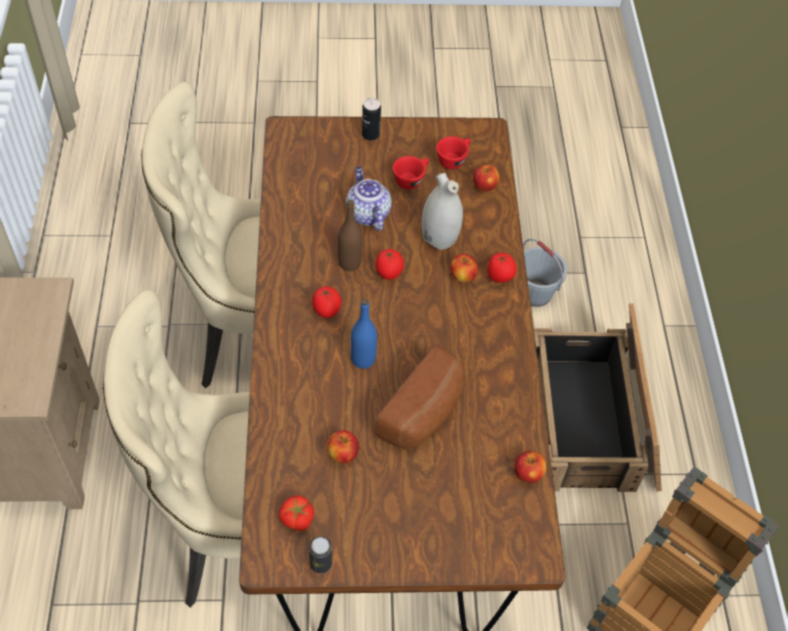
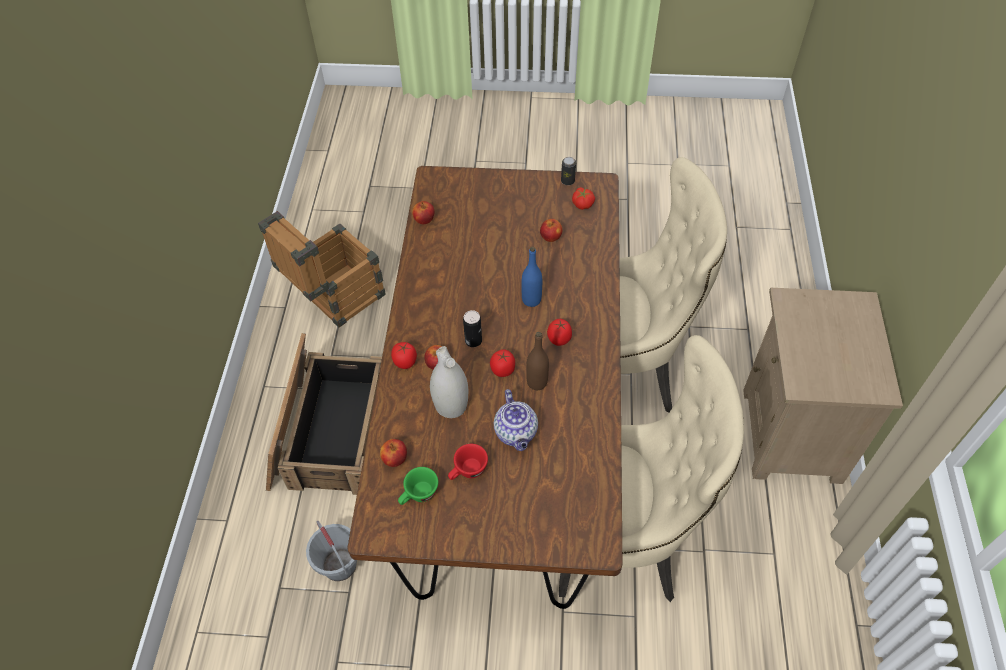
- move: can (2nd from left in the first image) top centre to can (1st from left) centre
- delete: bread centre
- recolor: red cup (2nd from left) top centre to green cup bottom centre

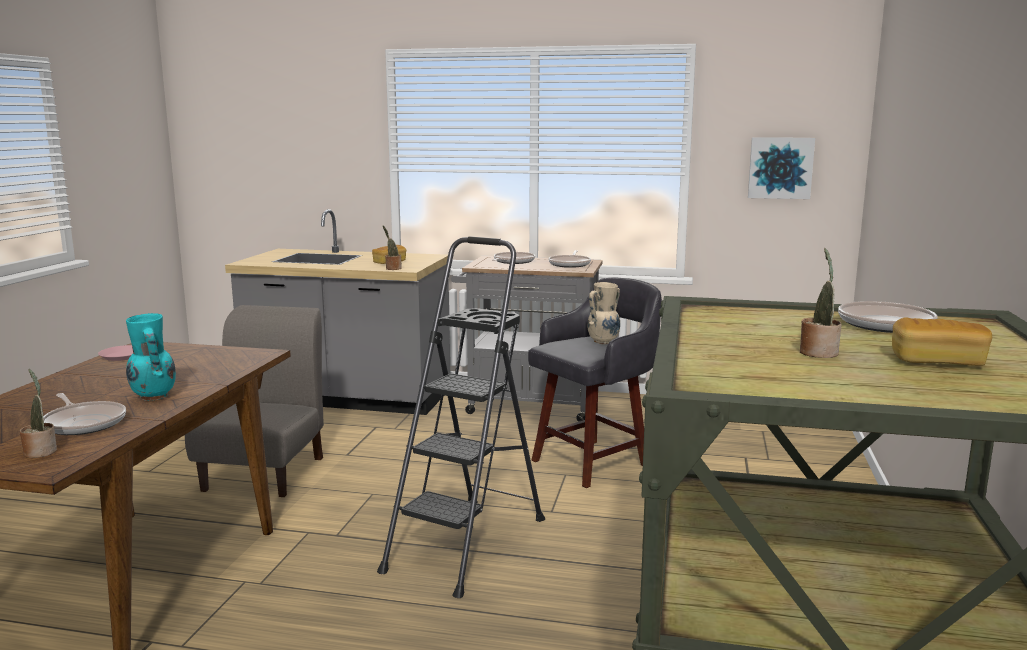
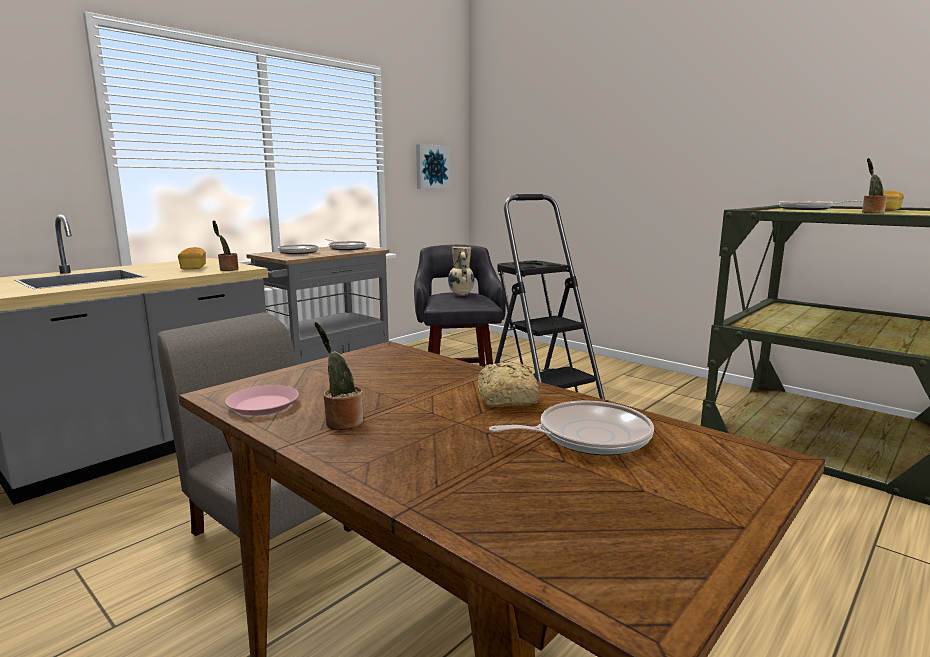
- move: potted plant (1st from left in the first image) middle left to potted plant (2nd from left) centre
- replace: turquoise vase middle left to bread (2nd from left) centre

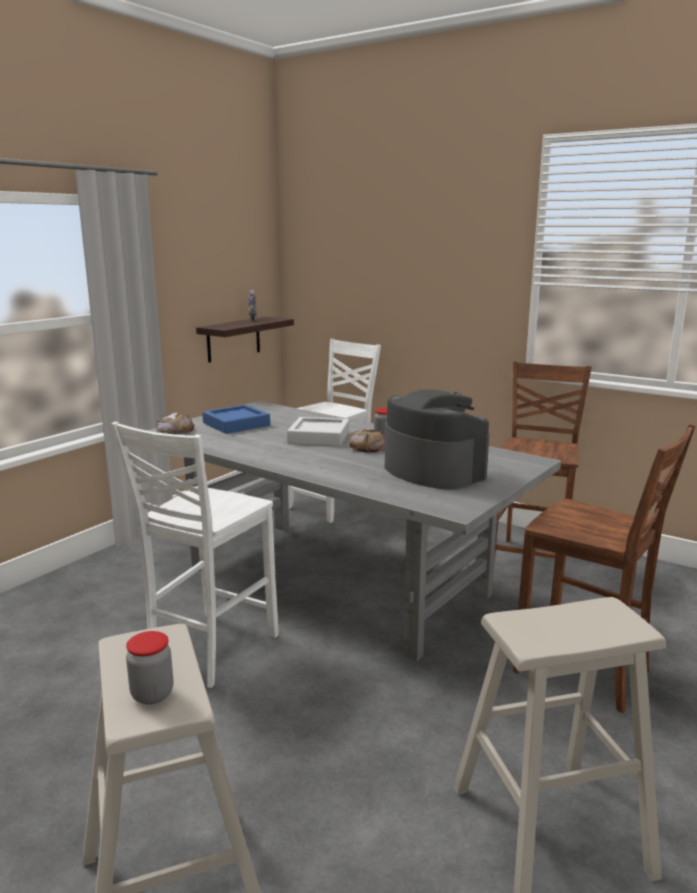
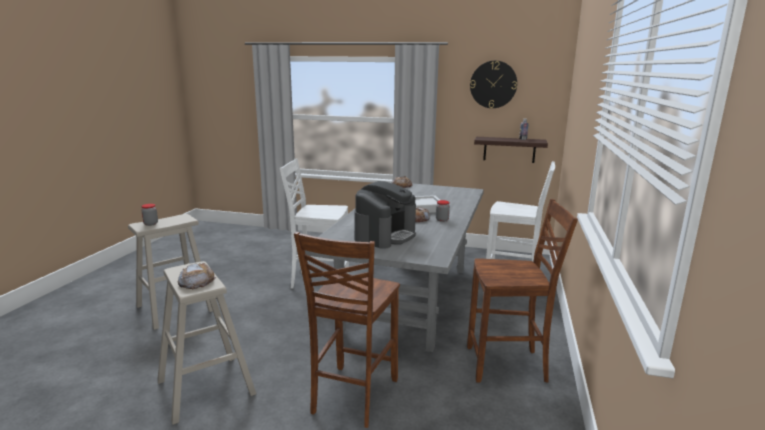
- delete: blue tray centre
- insert: bread (1st from left) middle left
- insert: wall clock top centre

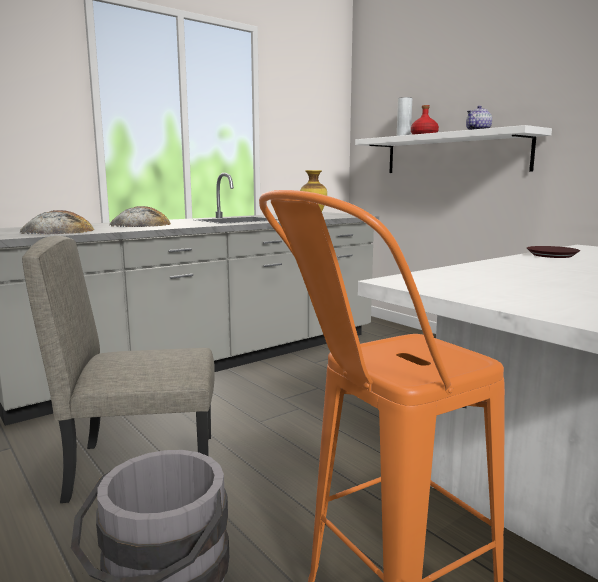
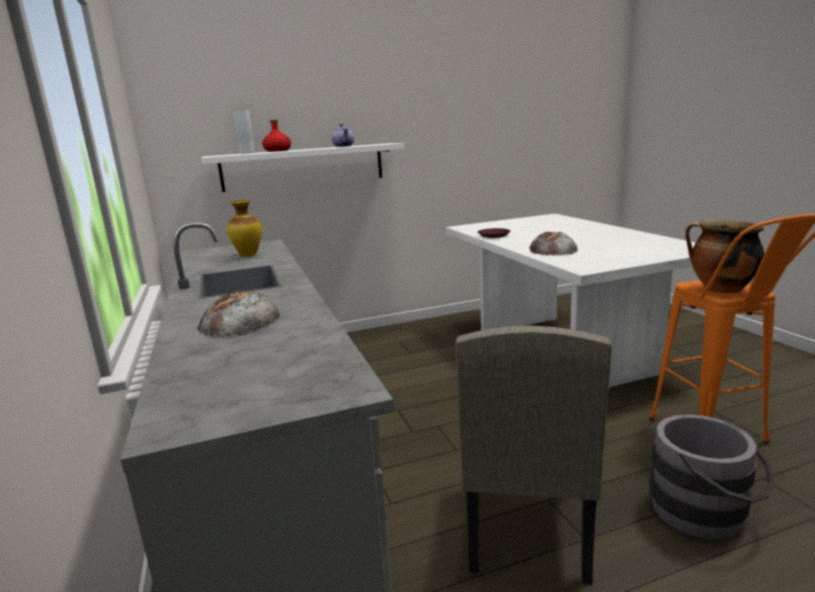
- move: bread (1st from left in the first image) middle left to bread (2nd from left) middle right
- insert: cooking pot middle right

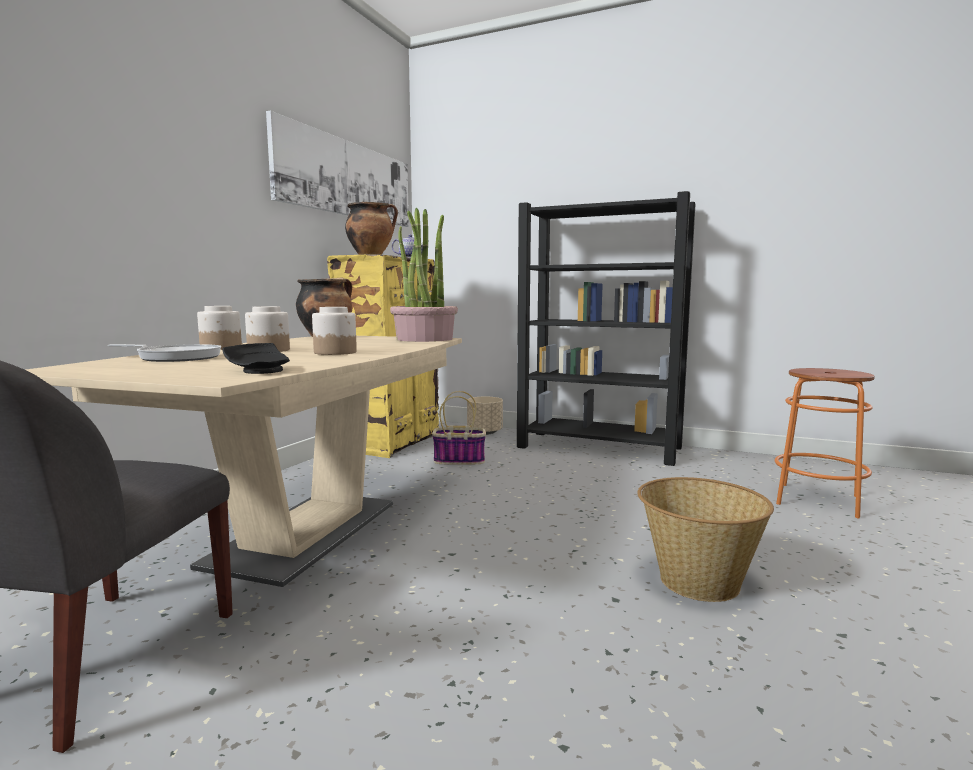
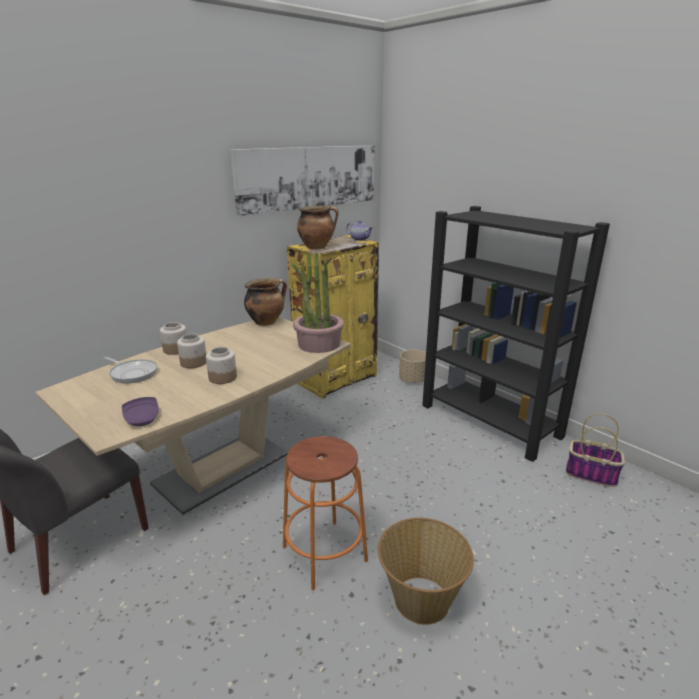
- recolor: black plate middle left to purple plate middle left
- move: basket (1st from left in the first image) centre to basket (2nd from left) middle right
- move: orange stool middle right to bottom centre

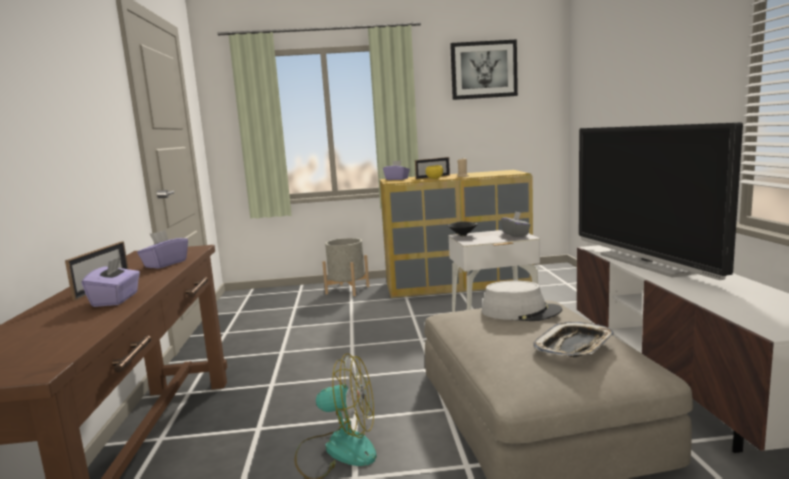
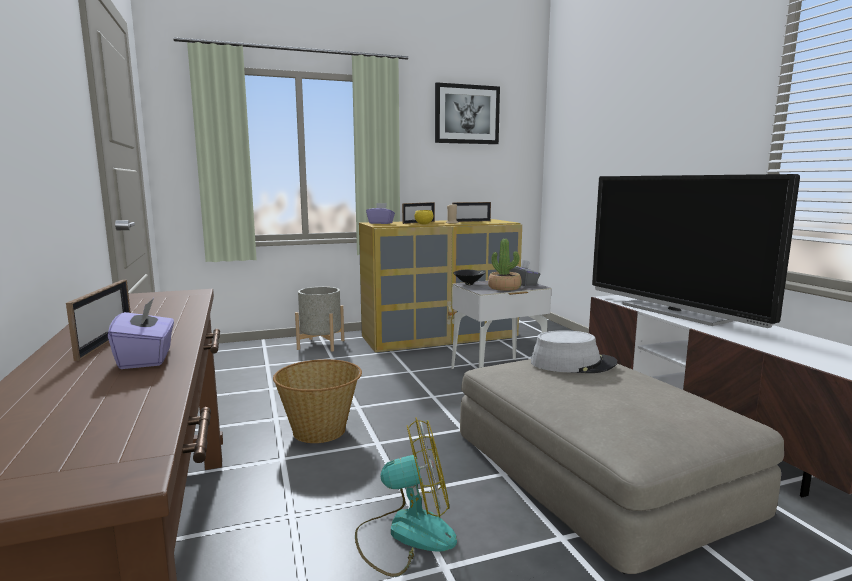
- delete: purple tissue box (2nd from left) middle left
- delete: tray bottom right
- insert: basket bottom centre
- insert: picture frame (3rd from left) centre
- insert: potted plant centre

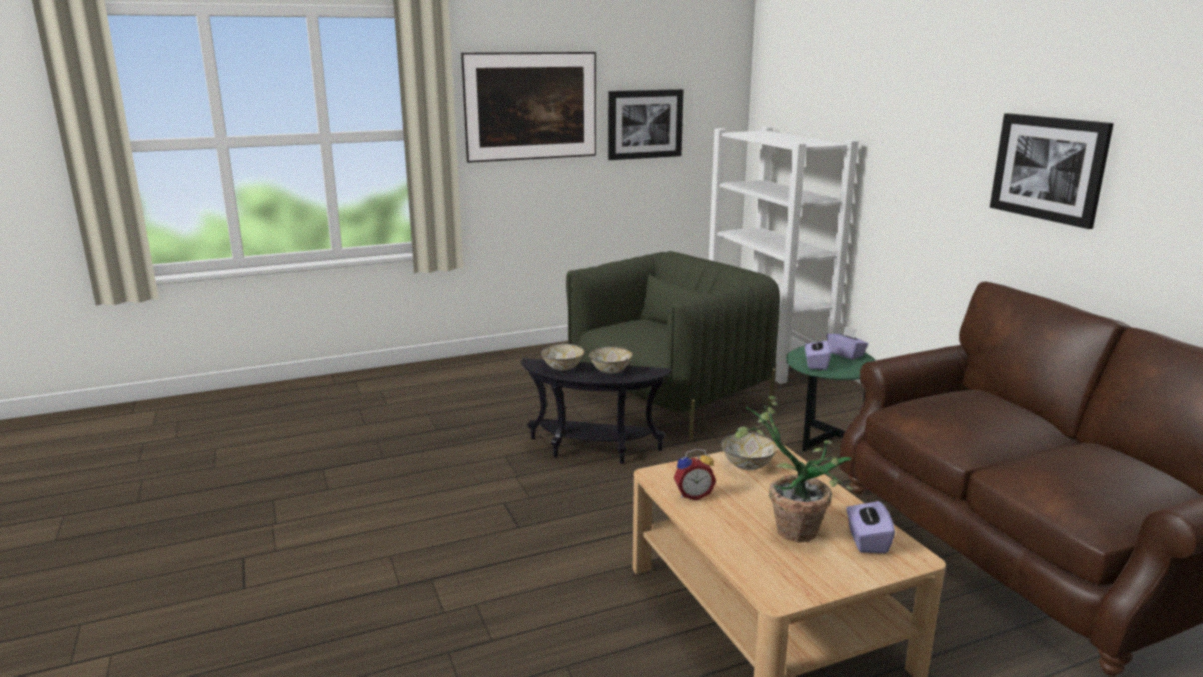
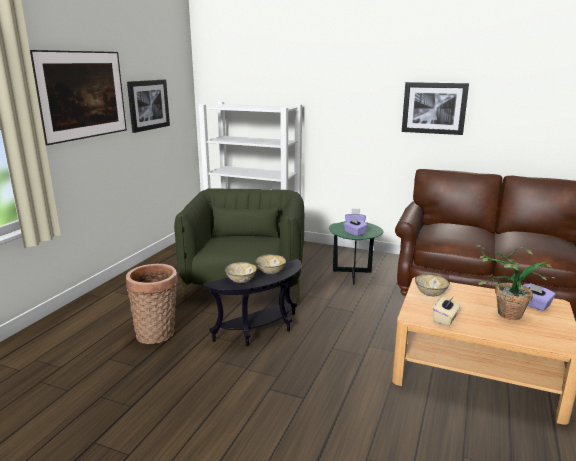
- replace: alarm clock bottom centre to beige tissue box bottom right
- insert: basket middle left

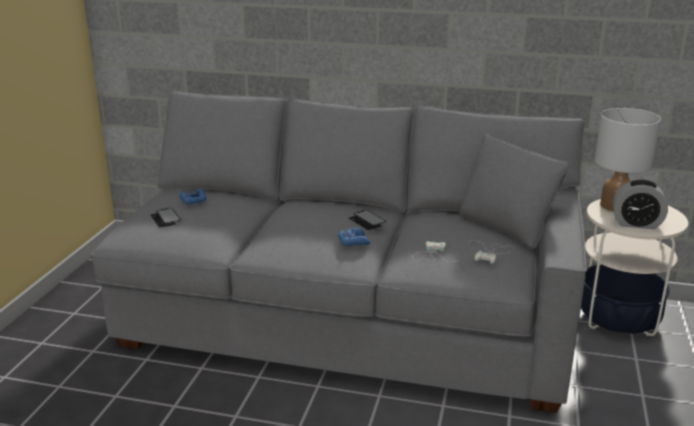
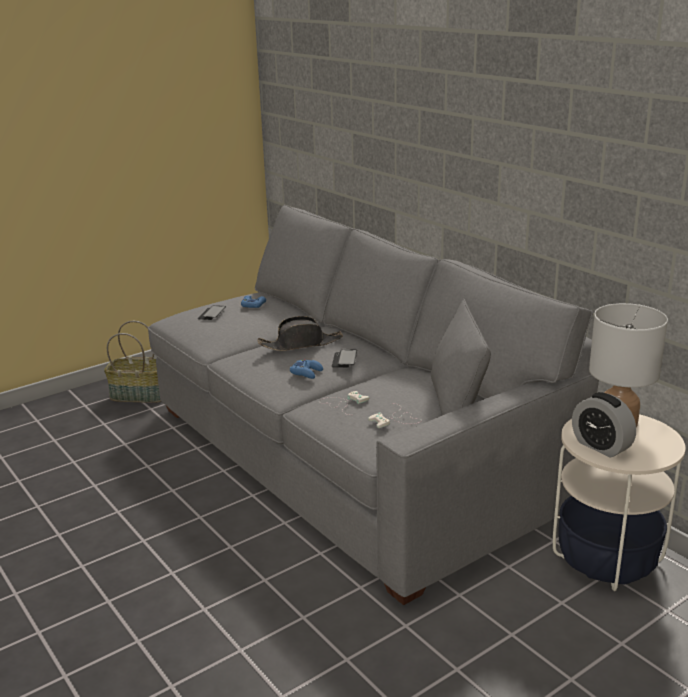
- insert: basket middle left
- insert: black hat centre

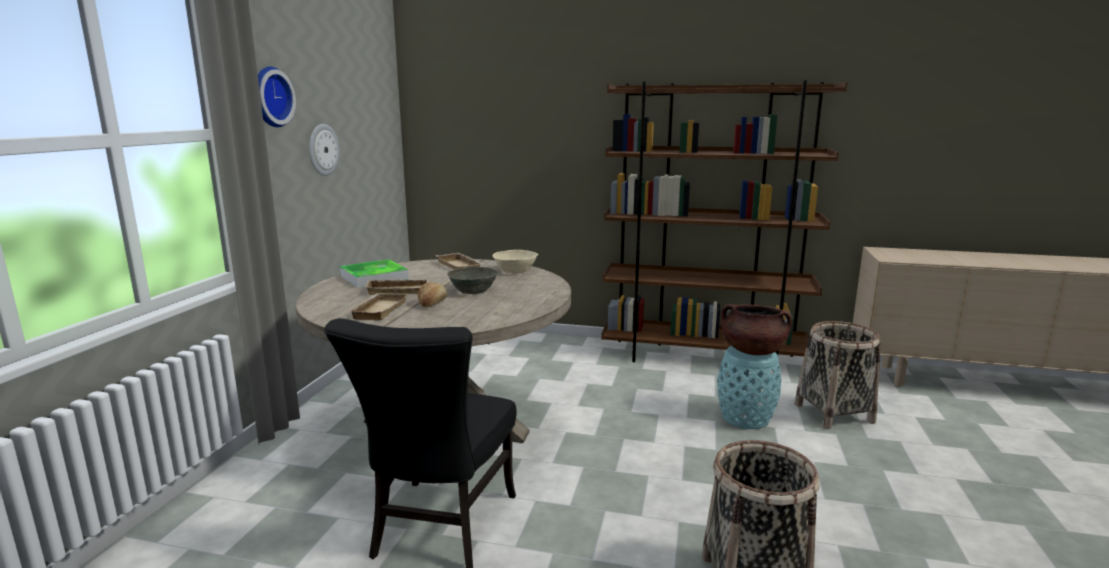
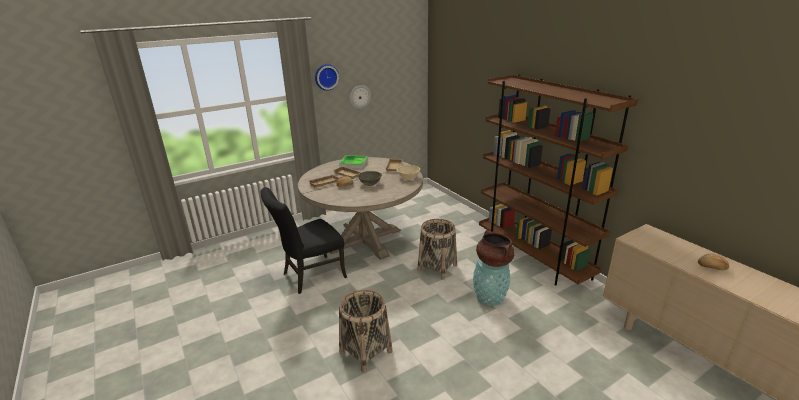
- move: basket (2nd from left) middle right to centre
- insert: bread (2nd from left) middle right

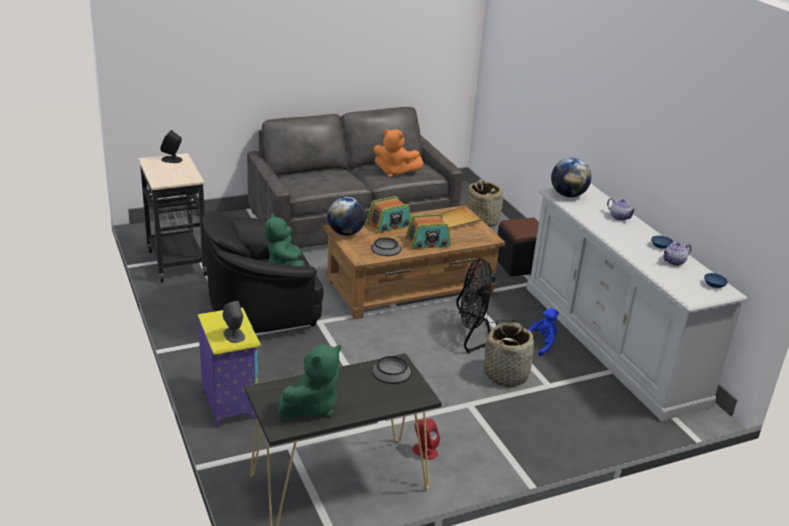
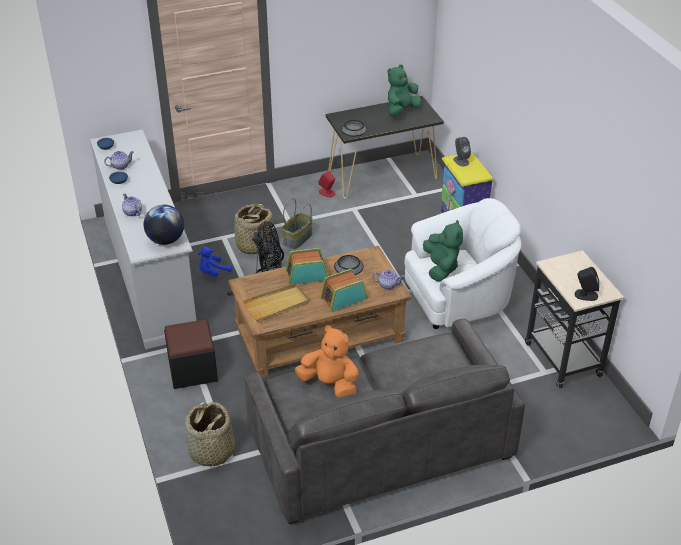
- recolor: black armchair middle left to white armchair middle right
- replace: globe (1st from left) centre to teapot (3rd from left) centre
- insert: basket (3rd from left) centre

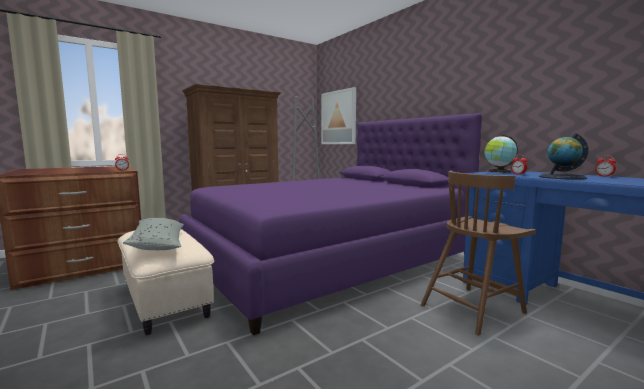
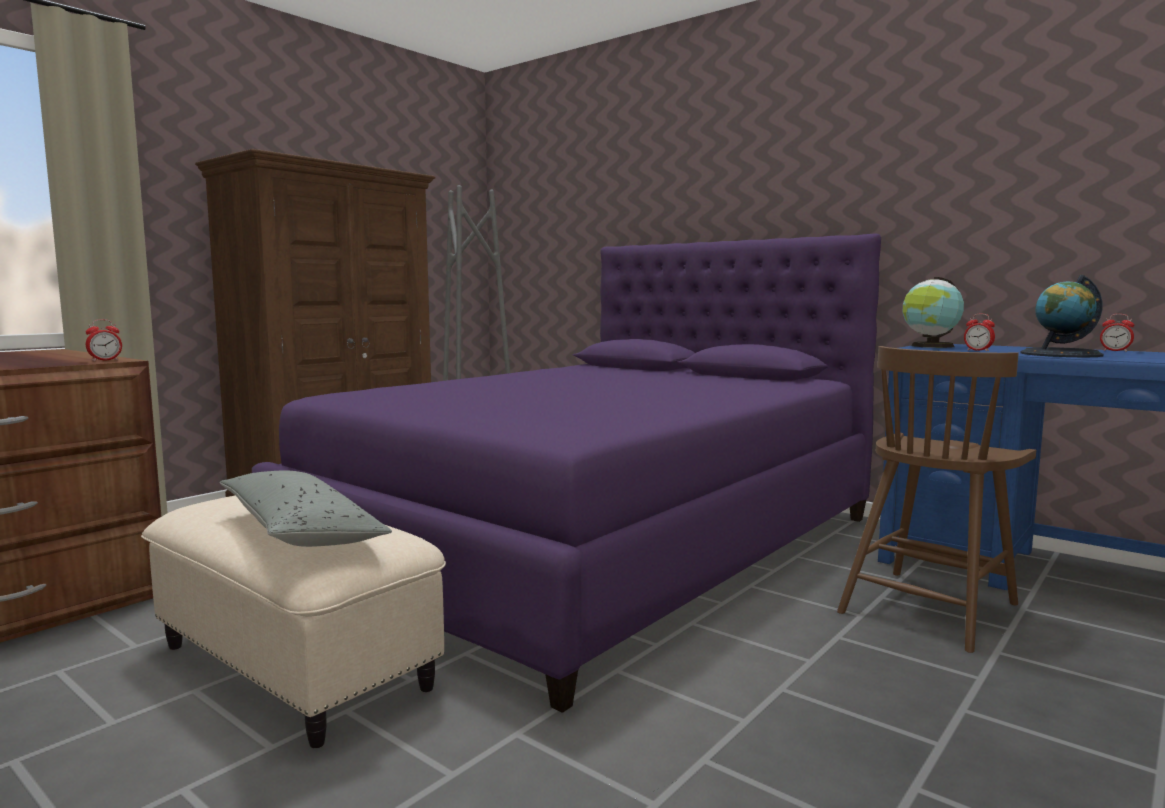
- delete: picture top centre

